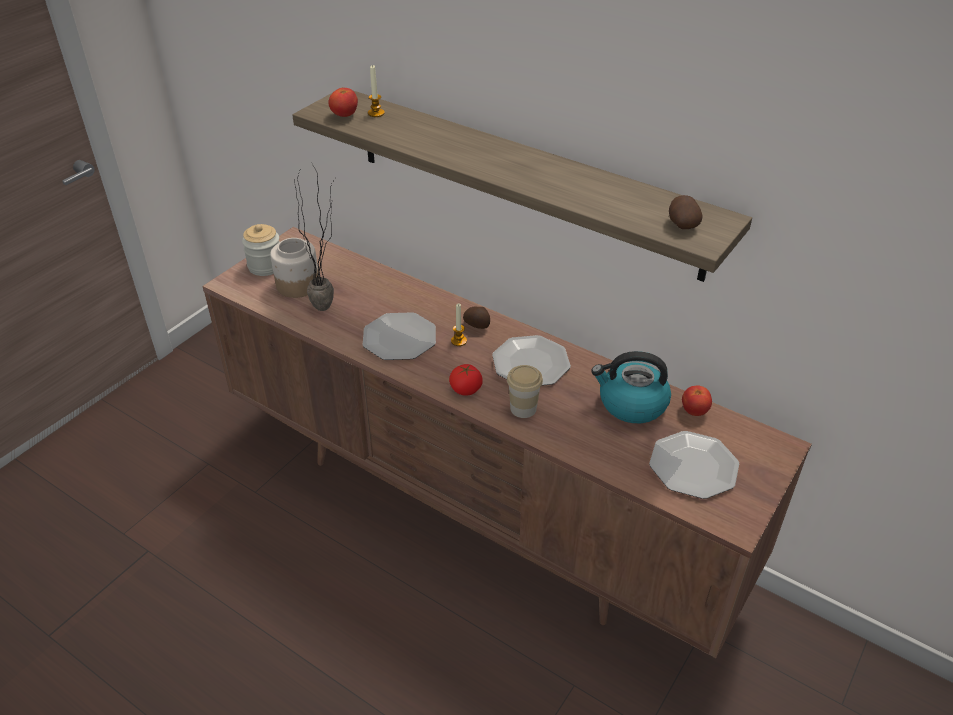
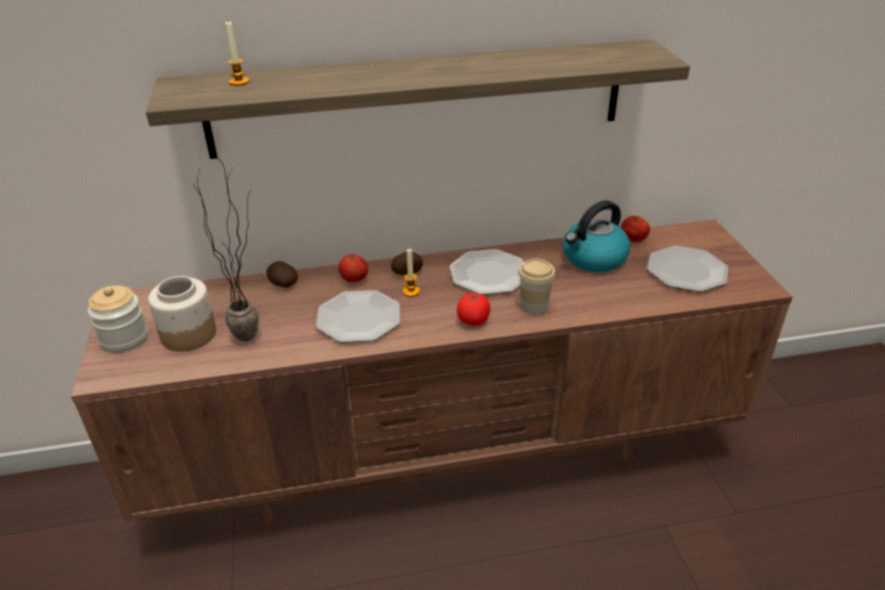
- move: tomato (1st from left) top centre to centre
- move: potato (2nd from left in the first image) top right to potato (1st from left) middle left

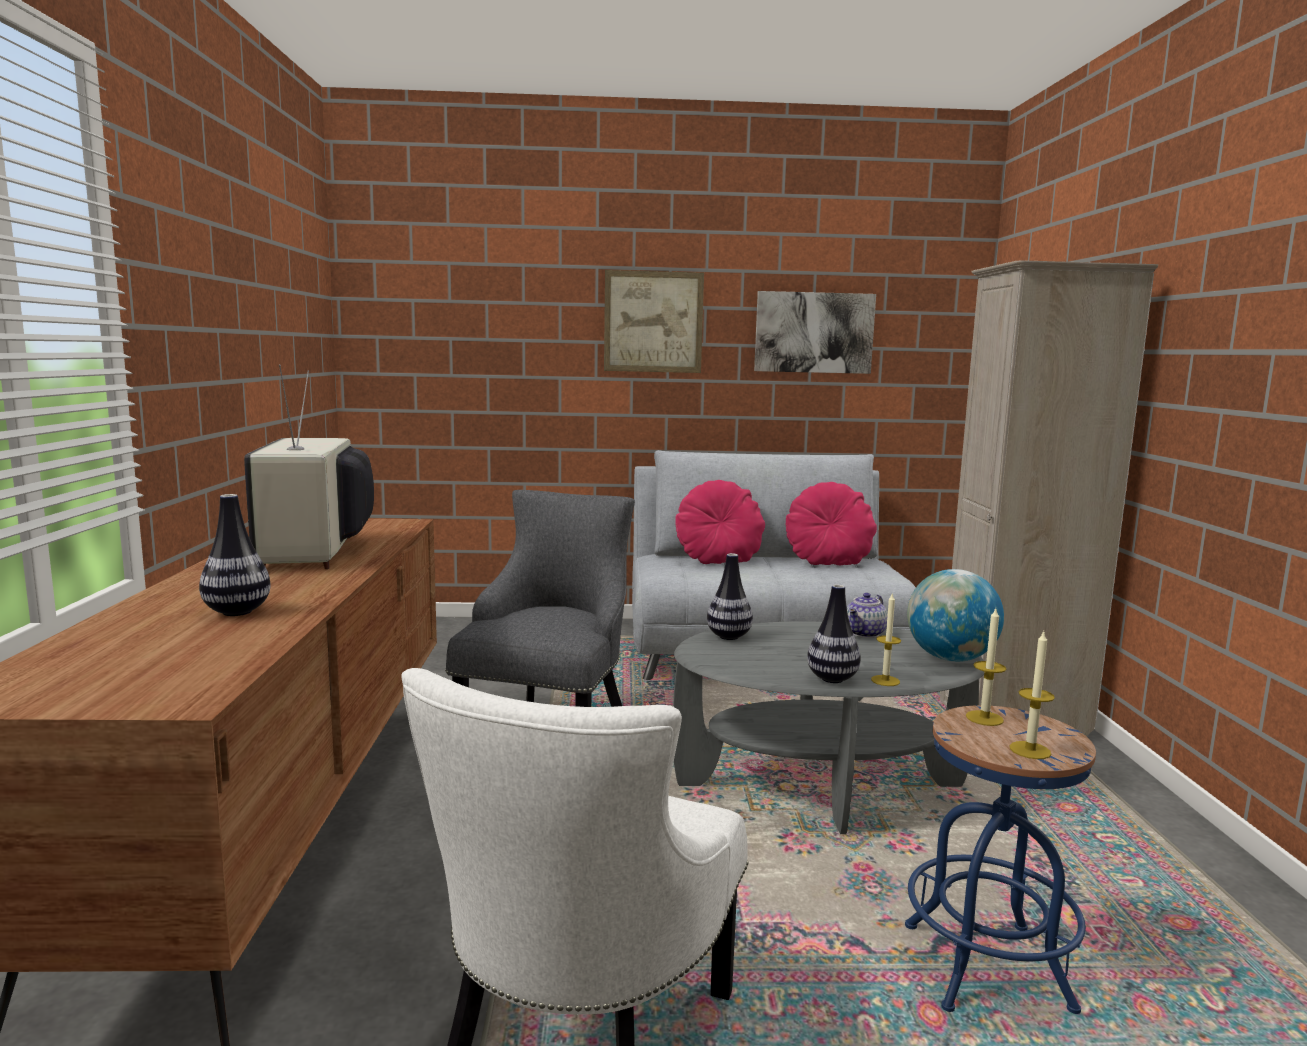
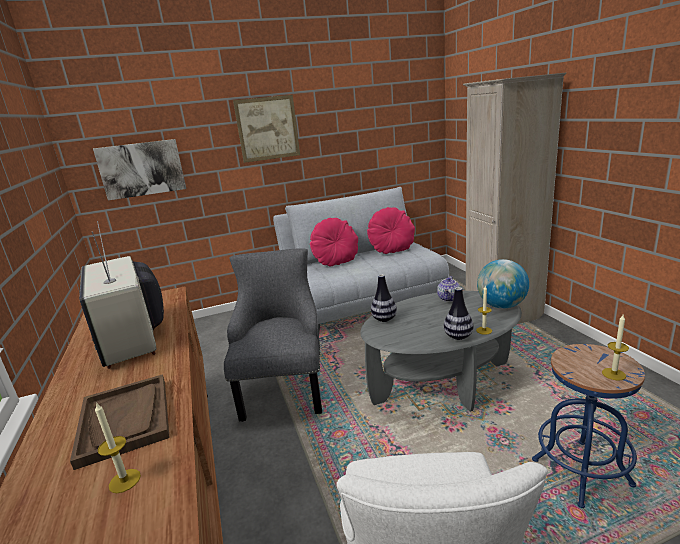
- replace: vase (1st from left) middle left to brown tray bottom left
- move: picture (2nd from left in the first image) top centre to picture (1st from left) top left
- move: candle (2nd from left in the first image) middle right to candle (1st from left) bottom left

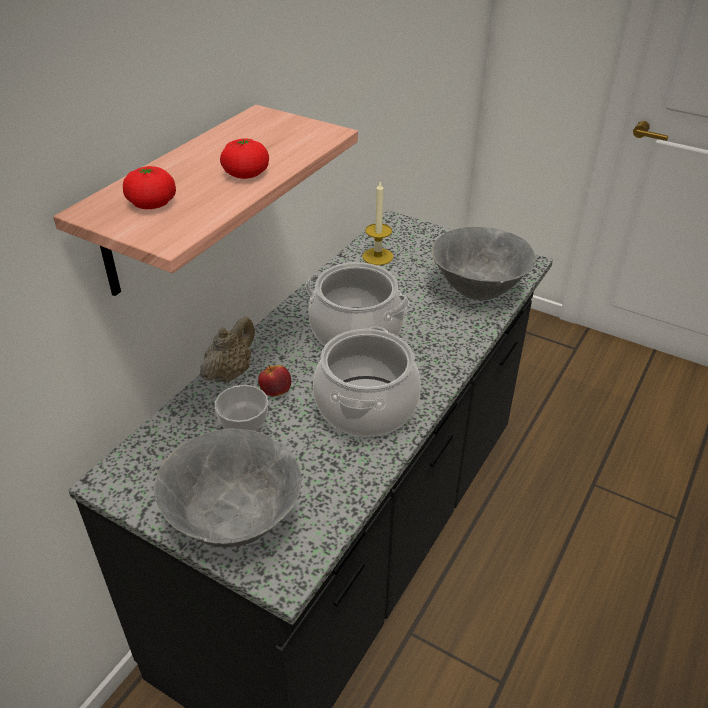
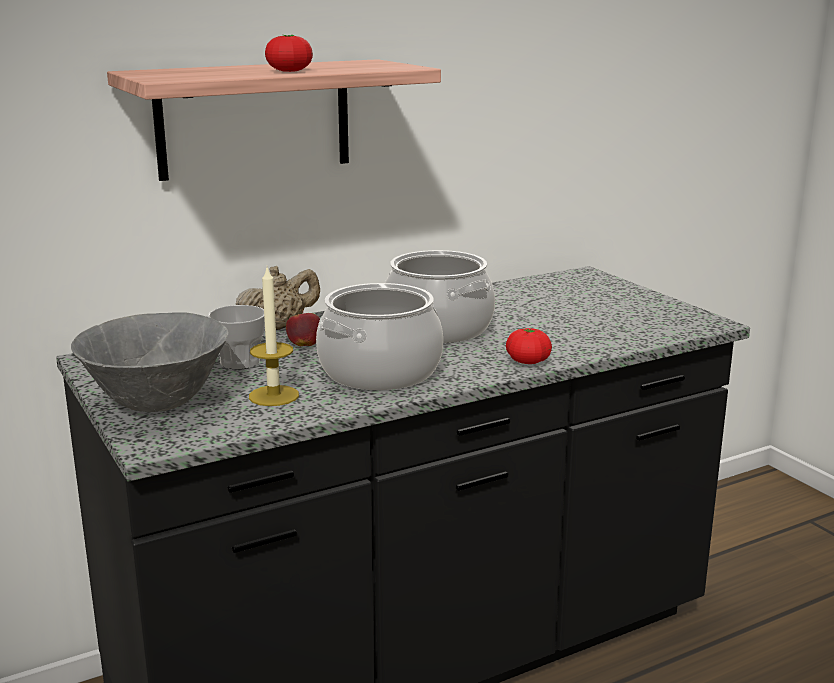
- move: tomato (1st from left in the first image) top left to tomato (2nd from left) centre
- move: candle top centre to middle left
- delete: grey bowl (2nd from left) middle right

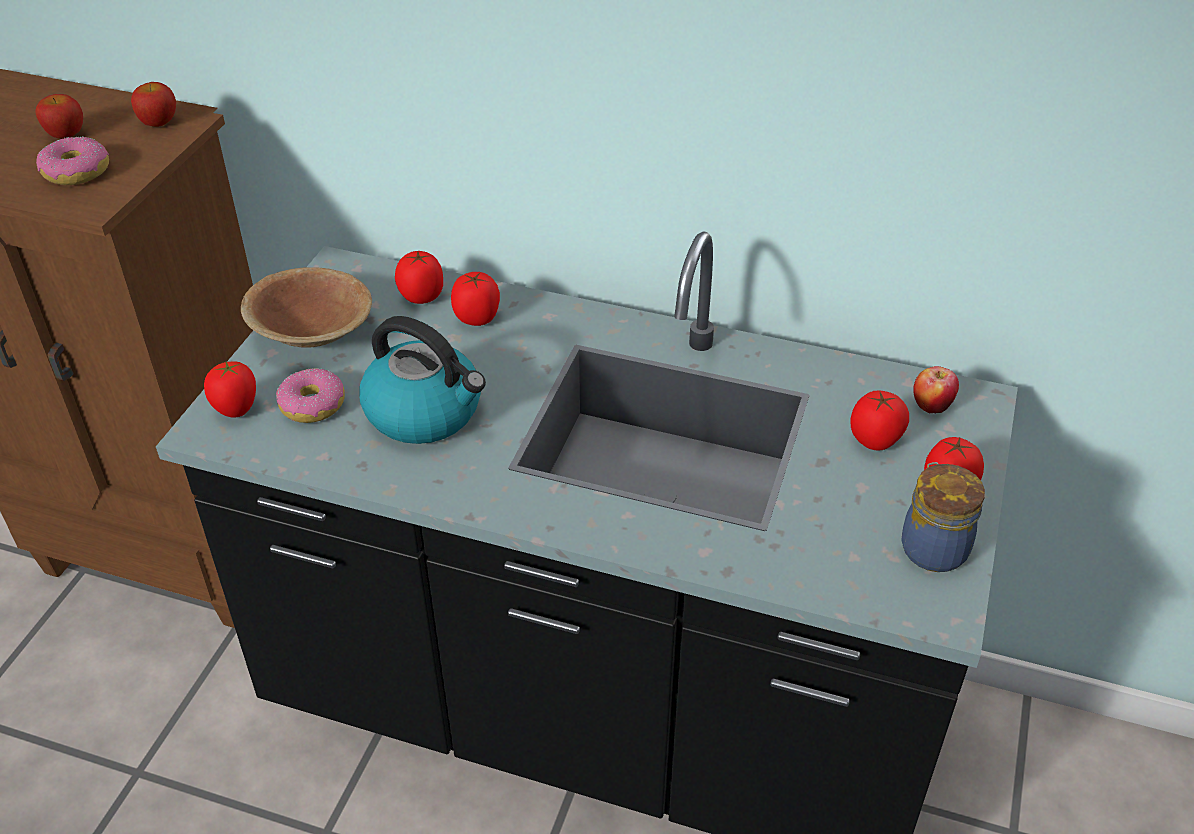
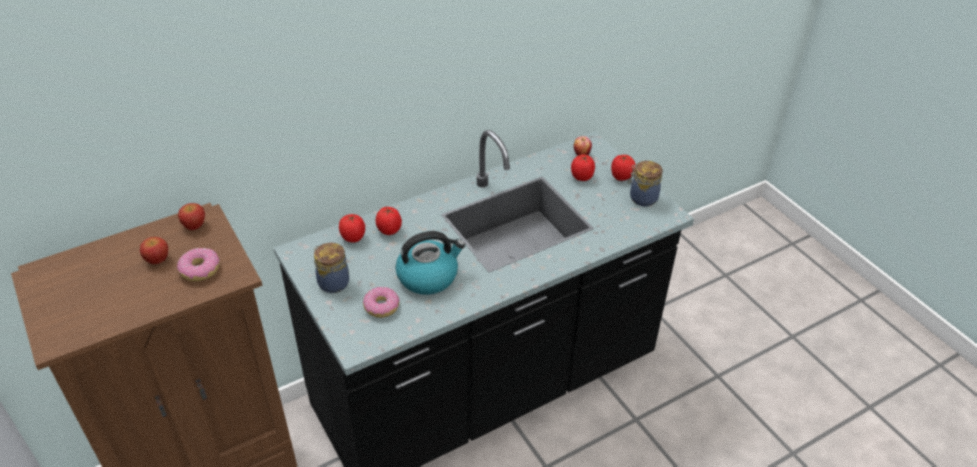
- delete: tomato (1st from left) middle left
- replace: brown bowl middle left to jar (1st from left) centre

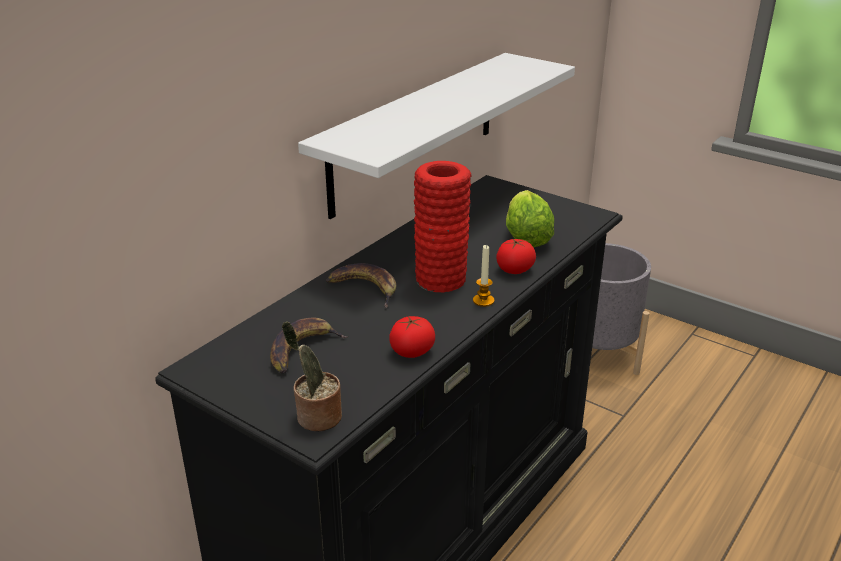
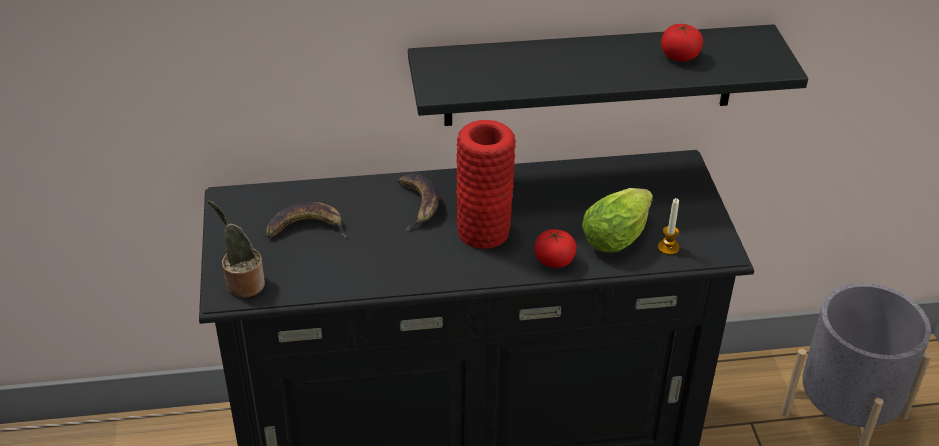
- recolor: white shelf top centre to black shelf top centre
- move: tomato (1st from left in the first image) centre to tomato (2nd from left) top right
- move: candle centre to middle right

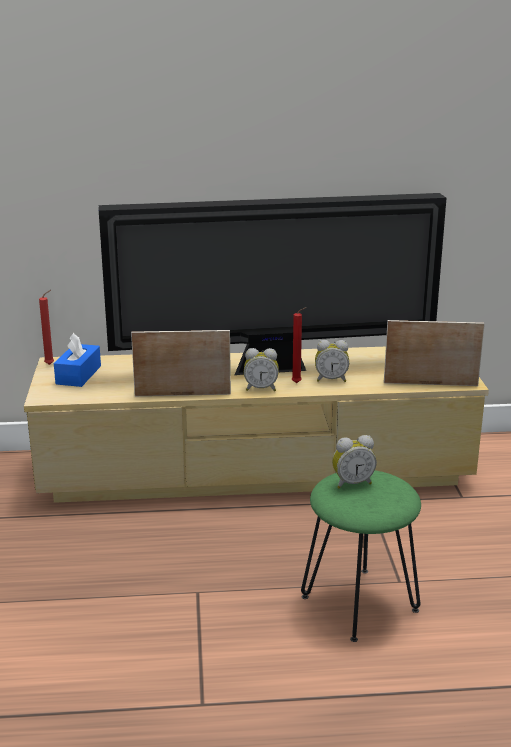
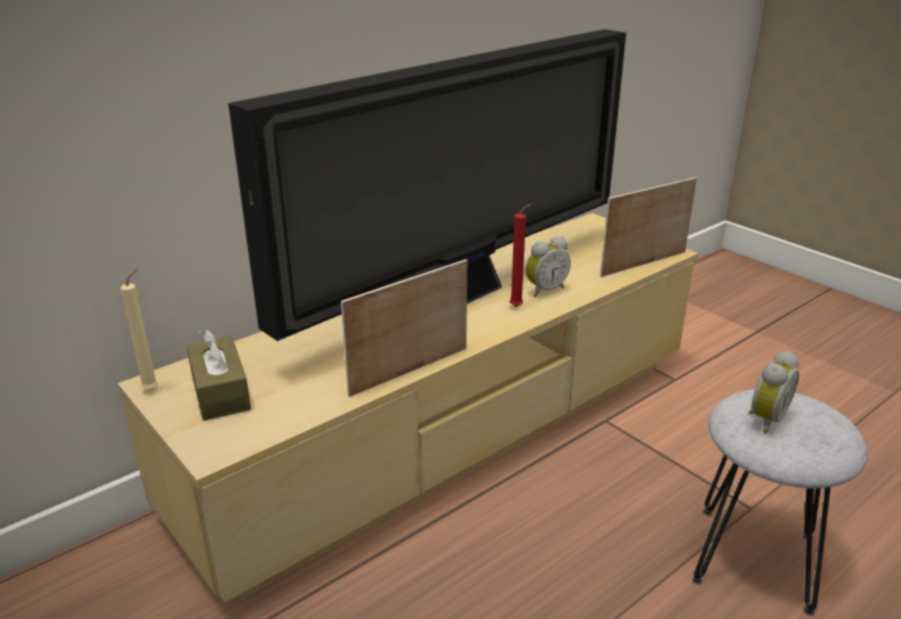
- recolor: red candle (1st from left) middle left to beige candle middle left
- recolor: blue tissue box middle left to brown tissue box middle left
- delete: alarm clock (1st from left) centre
- recolor: green stool bottom right to grey stool bottom right

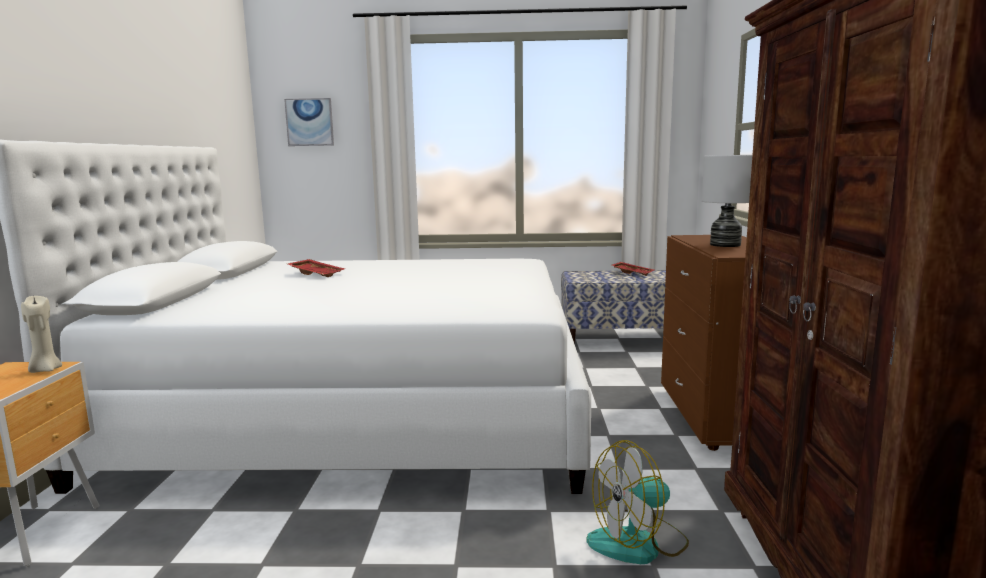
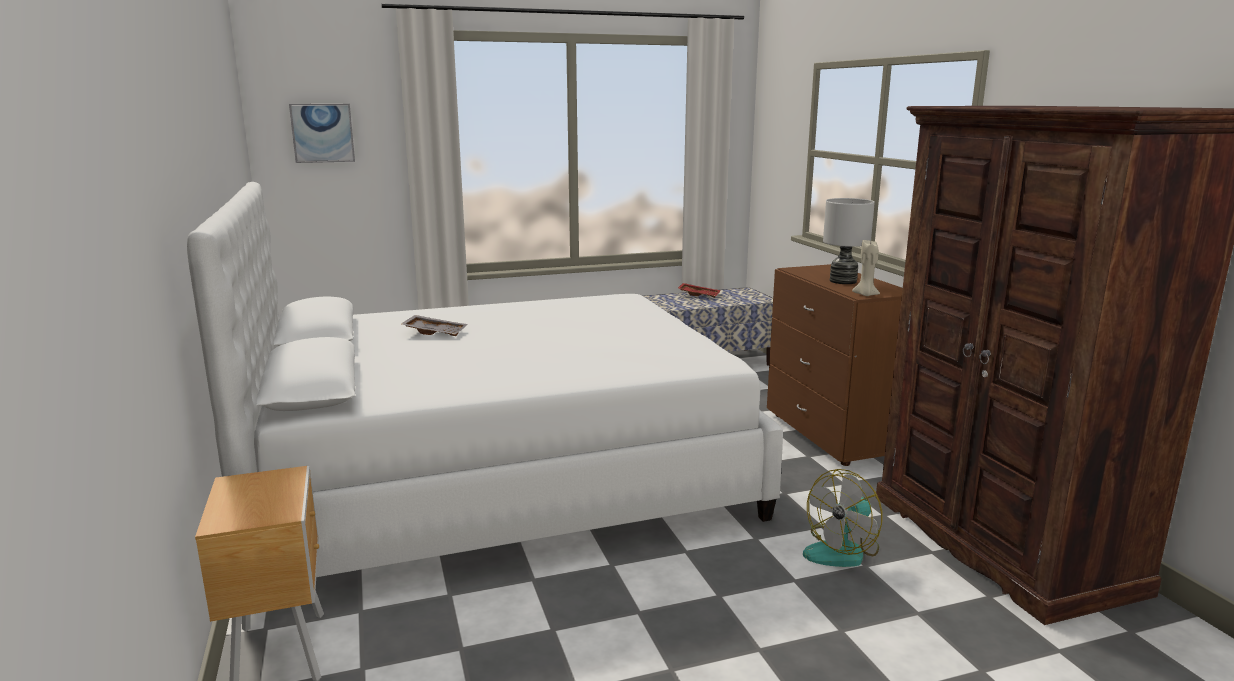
- move: beige candle middle left to middle right
- recolor: red tray (1st from left) middle left to grey tray centre

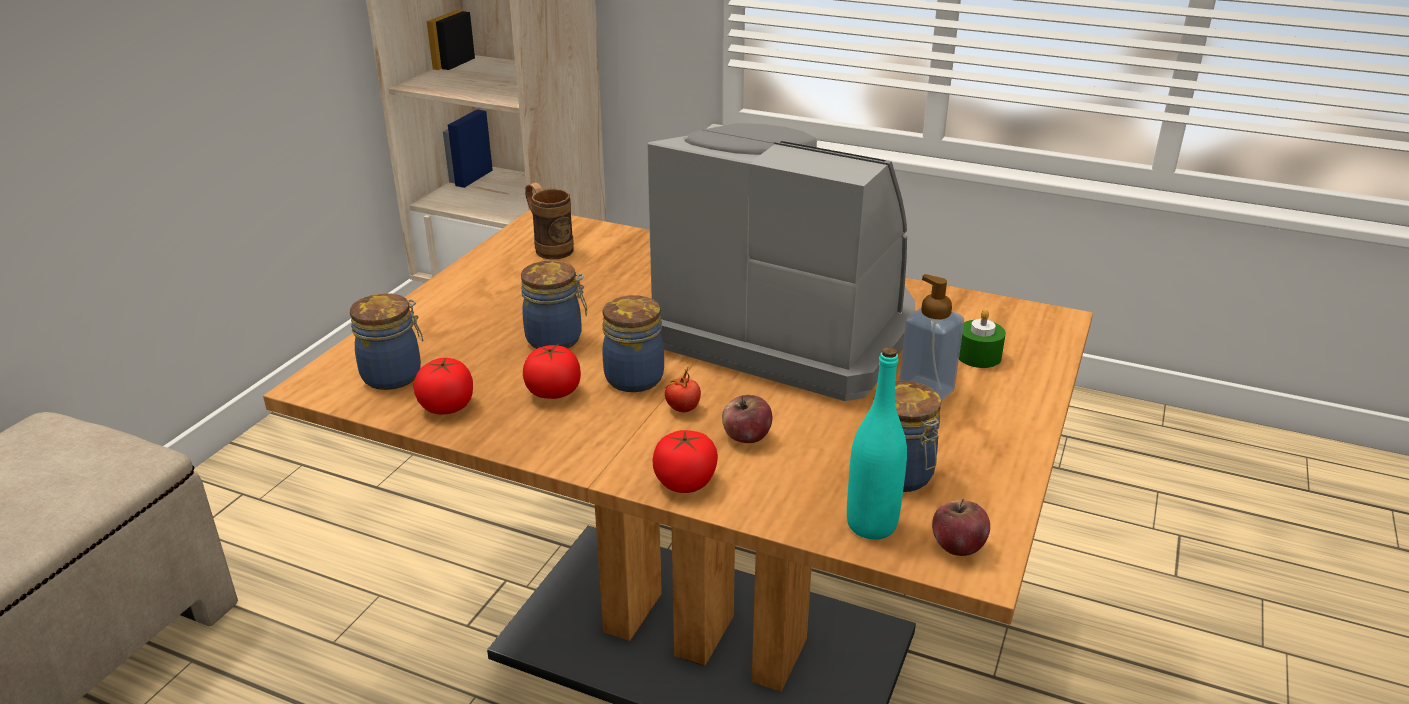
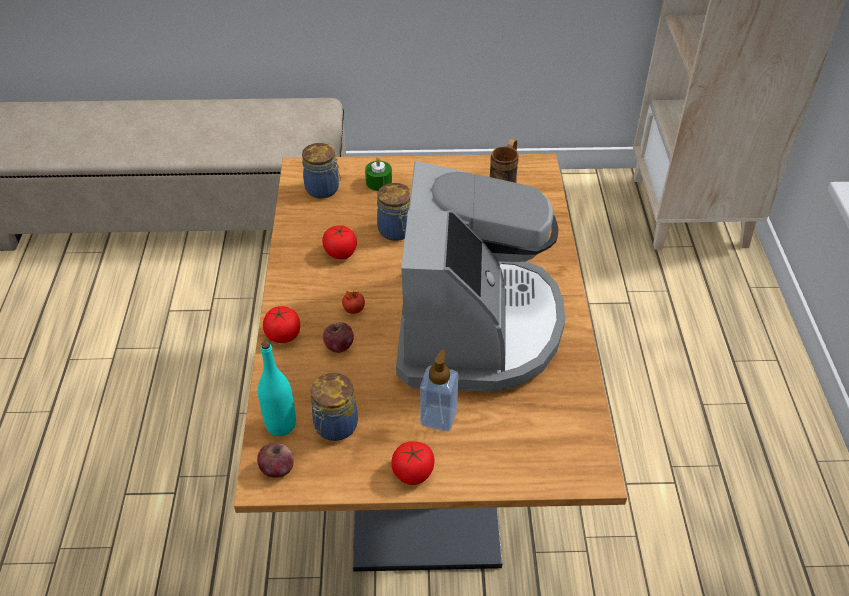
- move: tomato (1st from left in the first image) middle left to tomato (4th from left) bottom centre
- delete: jar (3rd from left) centre
- move: green candle middle right to top centre

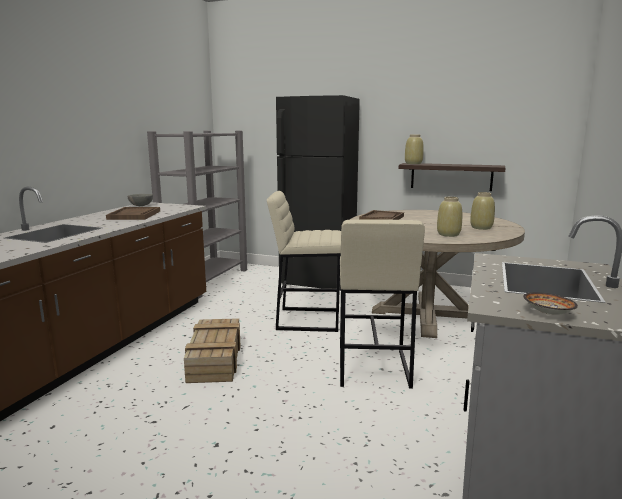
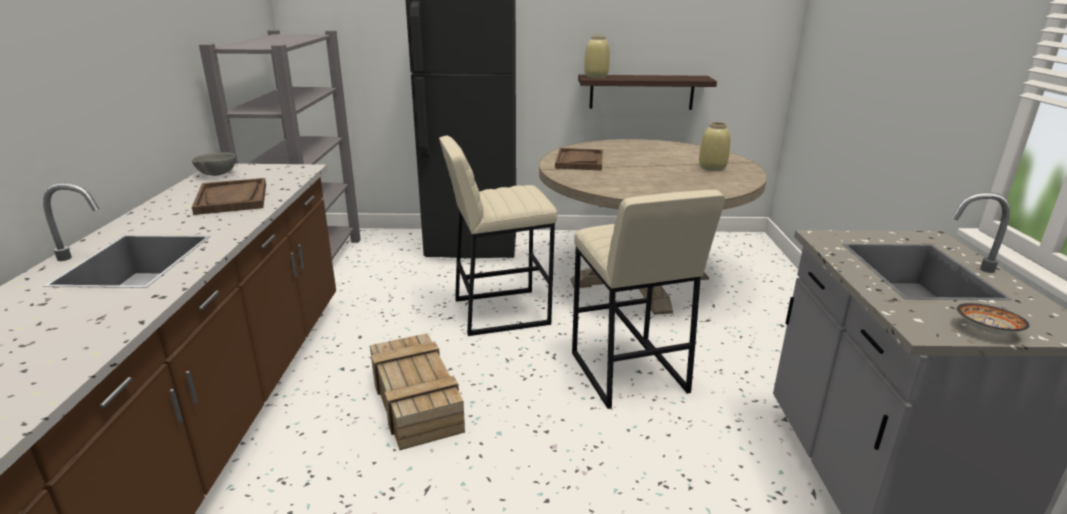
- delete: beige vase (2nd from left) middle right

